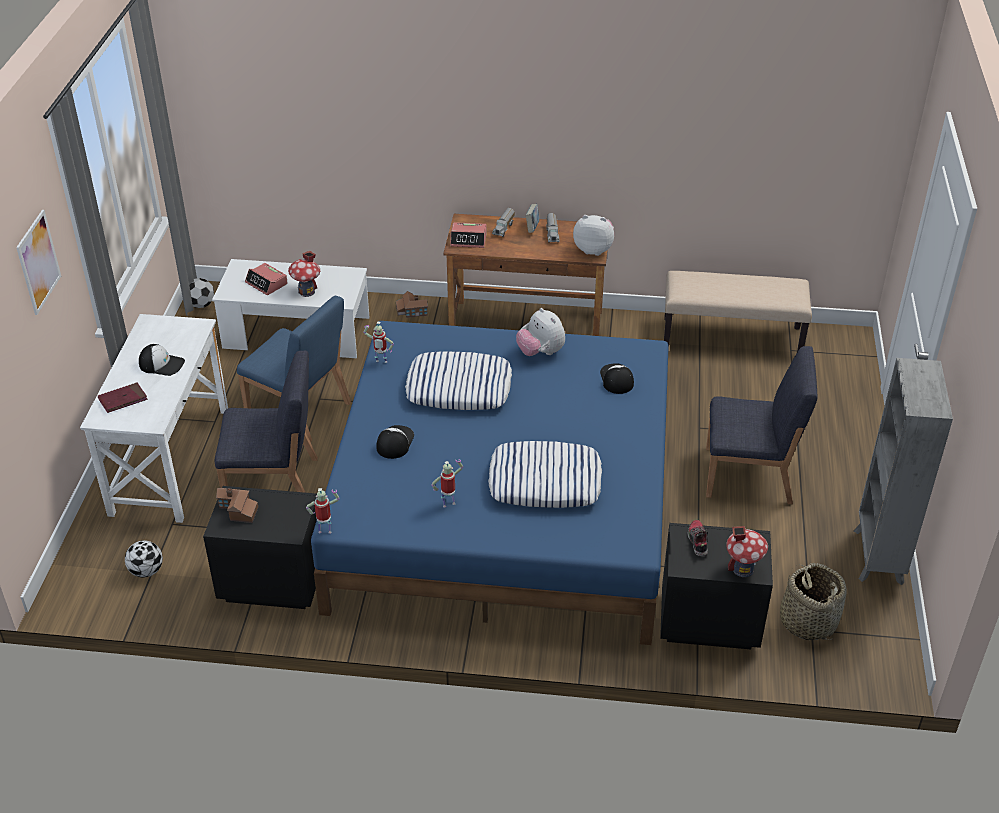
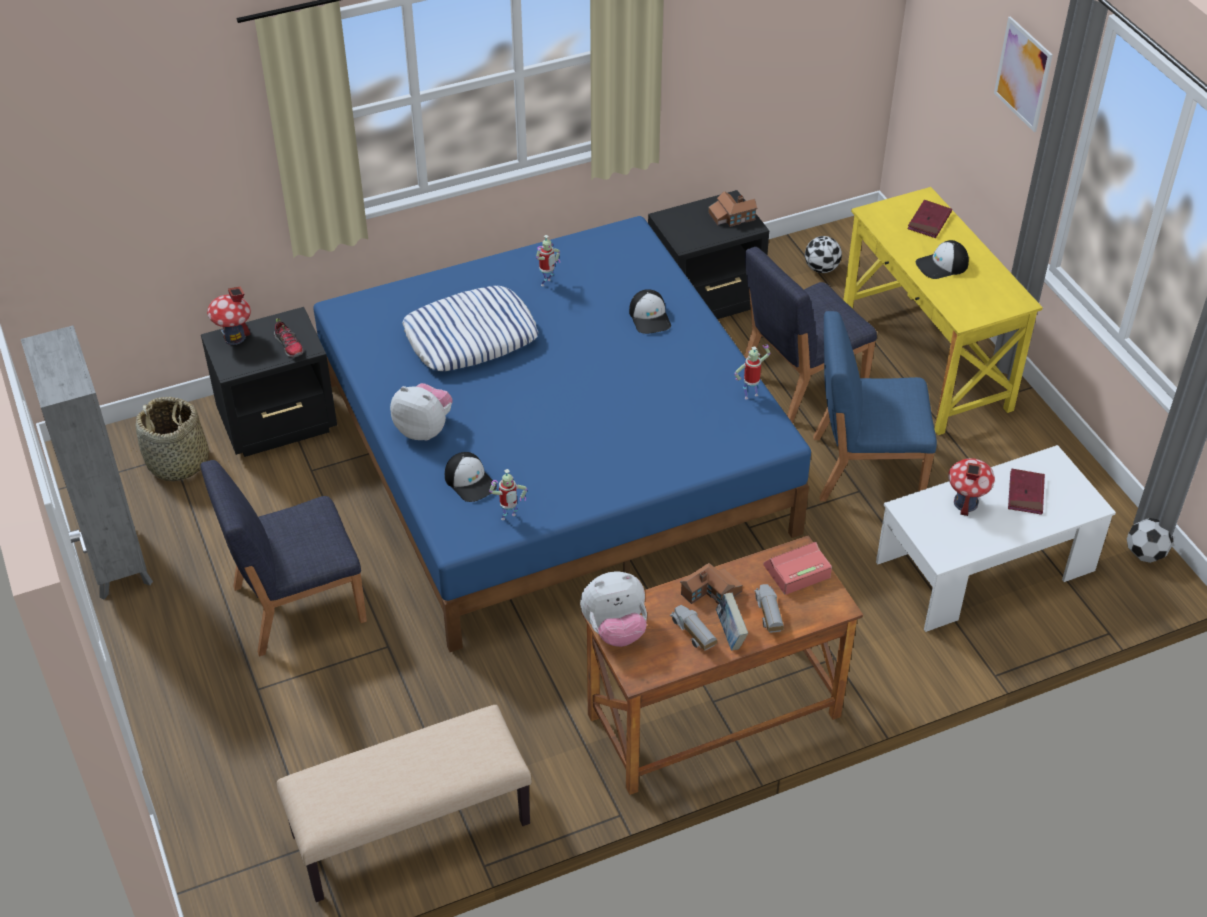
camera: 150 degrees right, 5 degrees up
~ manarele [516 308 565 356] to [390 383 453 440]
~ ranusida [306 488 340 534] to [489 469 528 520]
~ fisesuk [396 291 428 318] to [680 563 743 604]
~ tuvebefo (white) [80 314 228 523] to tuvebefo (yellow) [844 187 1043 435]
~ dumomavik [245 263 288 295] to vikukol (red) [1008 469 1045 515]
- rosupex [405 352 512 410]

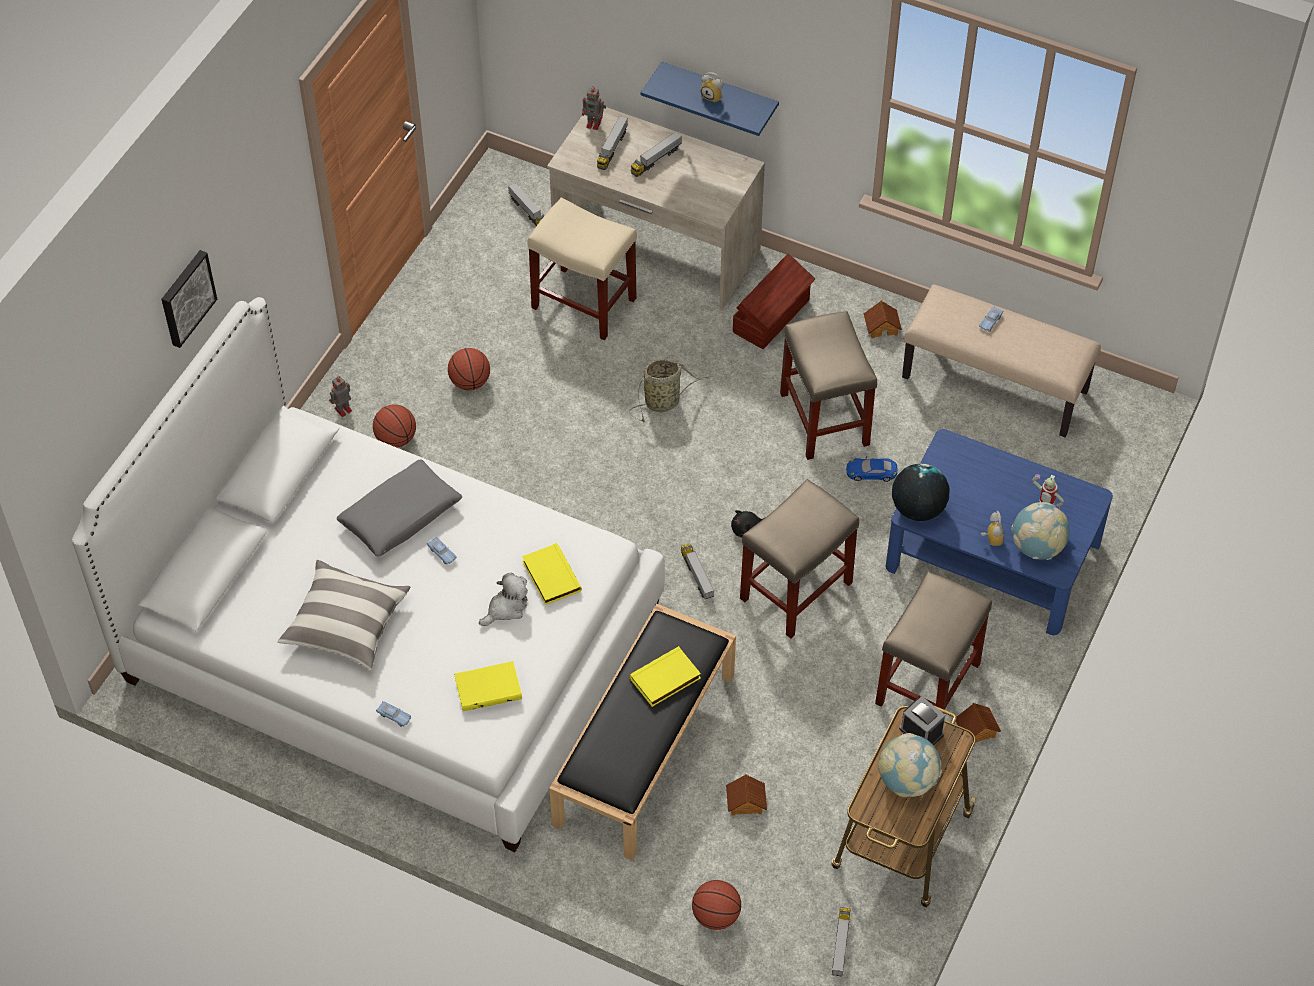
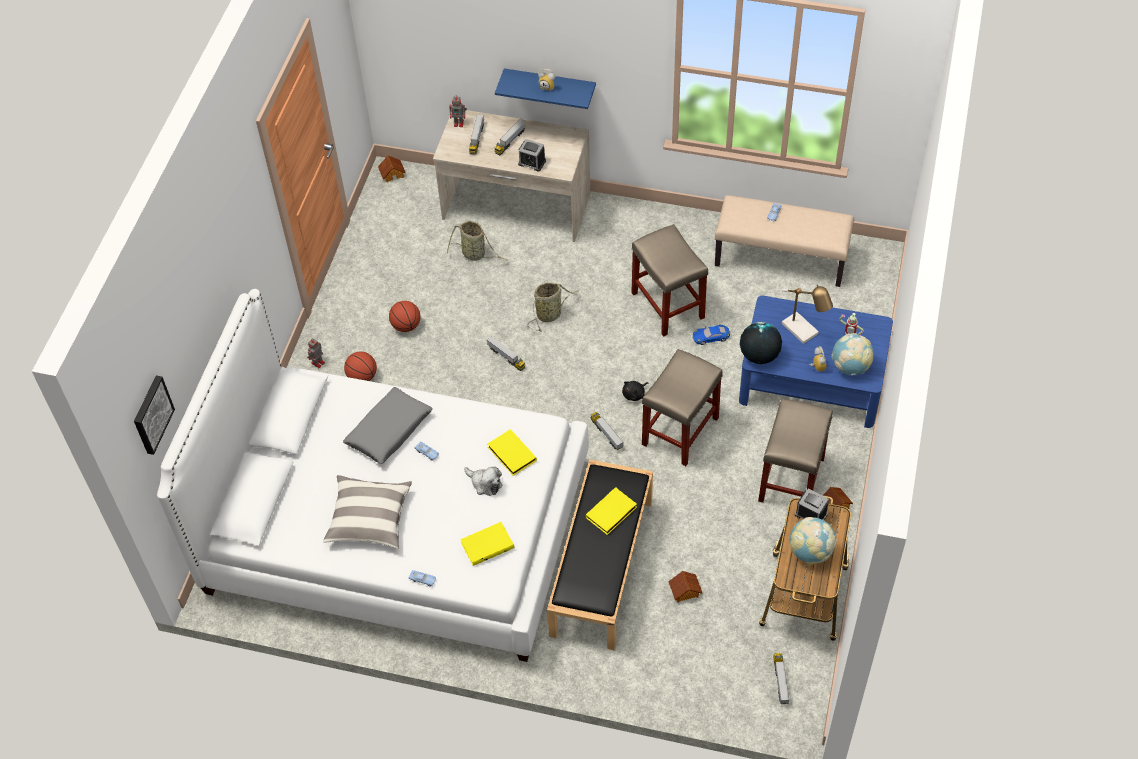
camera: 10 degrees left, 0 degrees up
~ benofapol [161 250 217 348] to [134 375 175 455]
~ fisesuk [864 300 902 338] to [378 155 406 182]
~ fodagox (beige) [527 198 637 340] to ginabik [447 221 508 261]
~ manarele [479 573 528 626] = [464 466 502 496] 90 degrees clockwise
~ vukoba [508 182 544 226] to [487 336 525 371]
+ dumomavik [518 139 546 172]
+ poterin [782 284 833 344]
- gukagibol [692 880 741 930]
- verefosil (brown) [733 253 815 349]

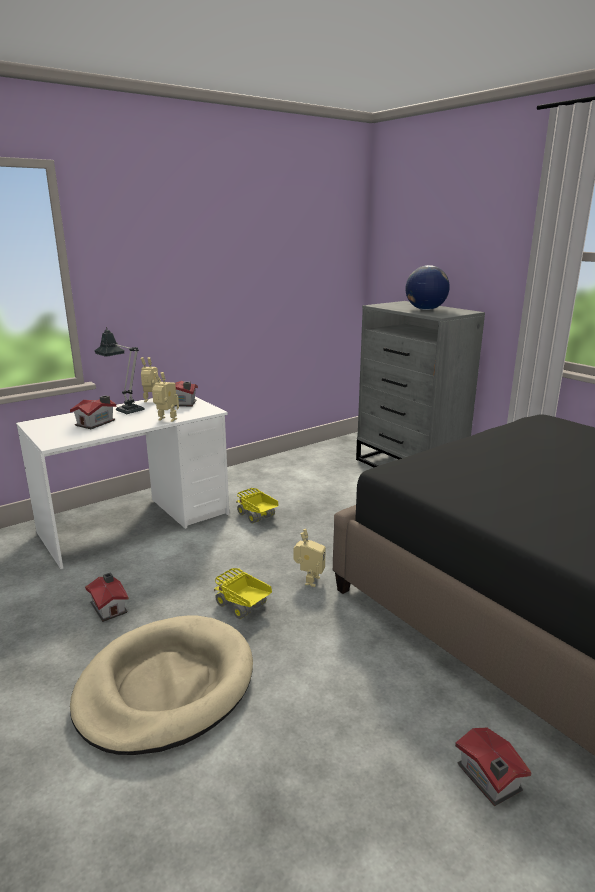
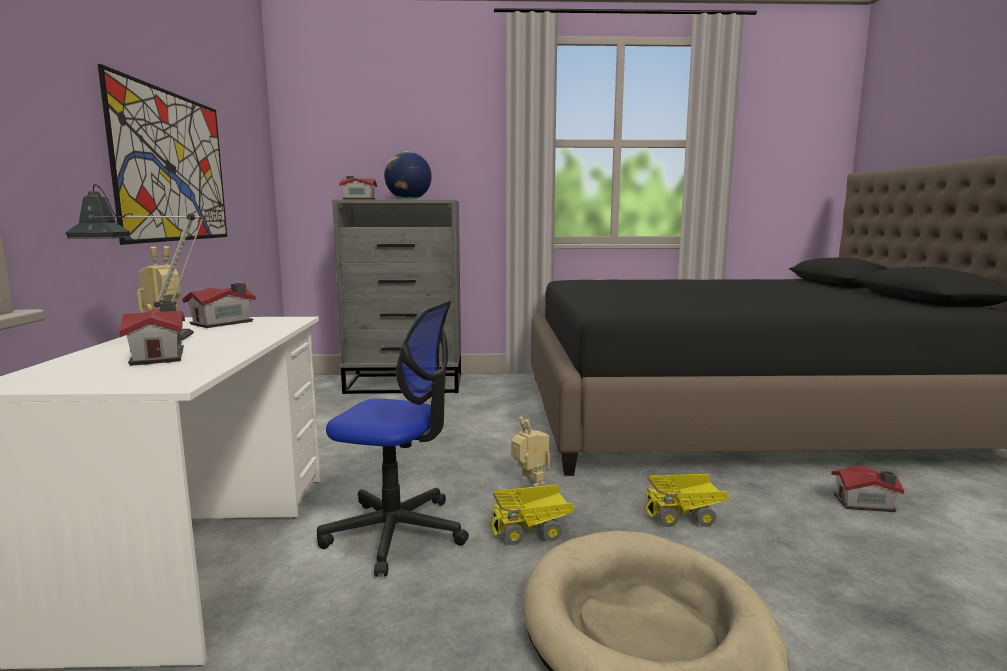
camera: 55 degrees left, 10 degrees down
+ benofapol [98 64 227 245]
+ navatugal [317 300 469 577]
~ fisesuk [85 572 129 622] to [339 176 377 199]
~ vukoba [236 488 279 523] to [643 474 728 527]
- ranusida [152 371 179 422]

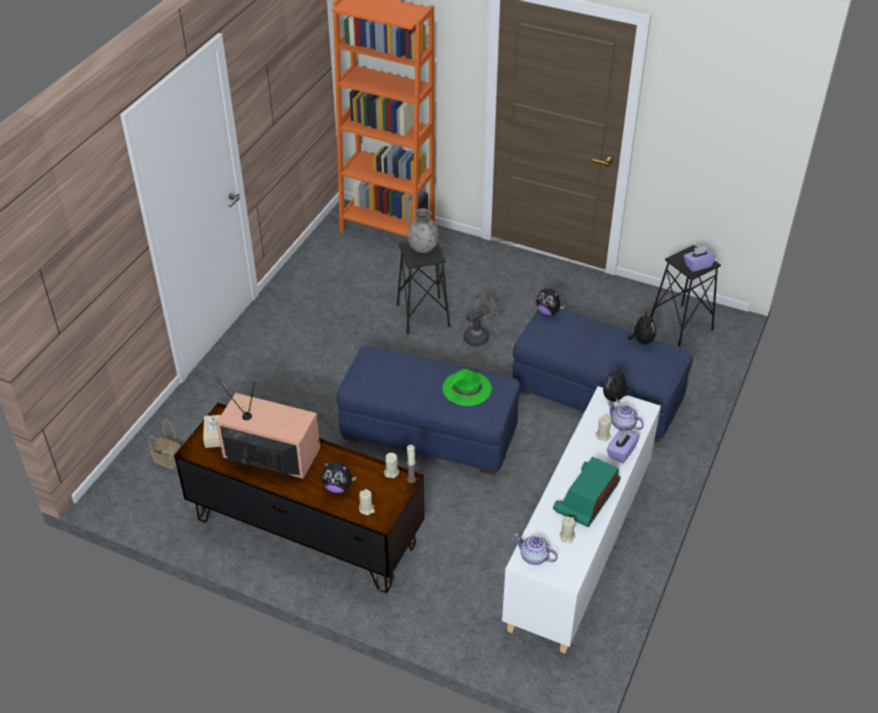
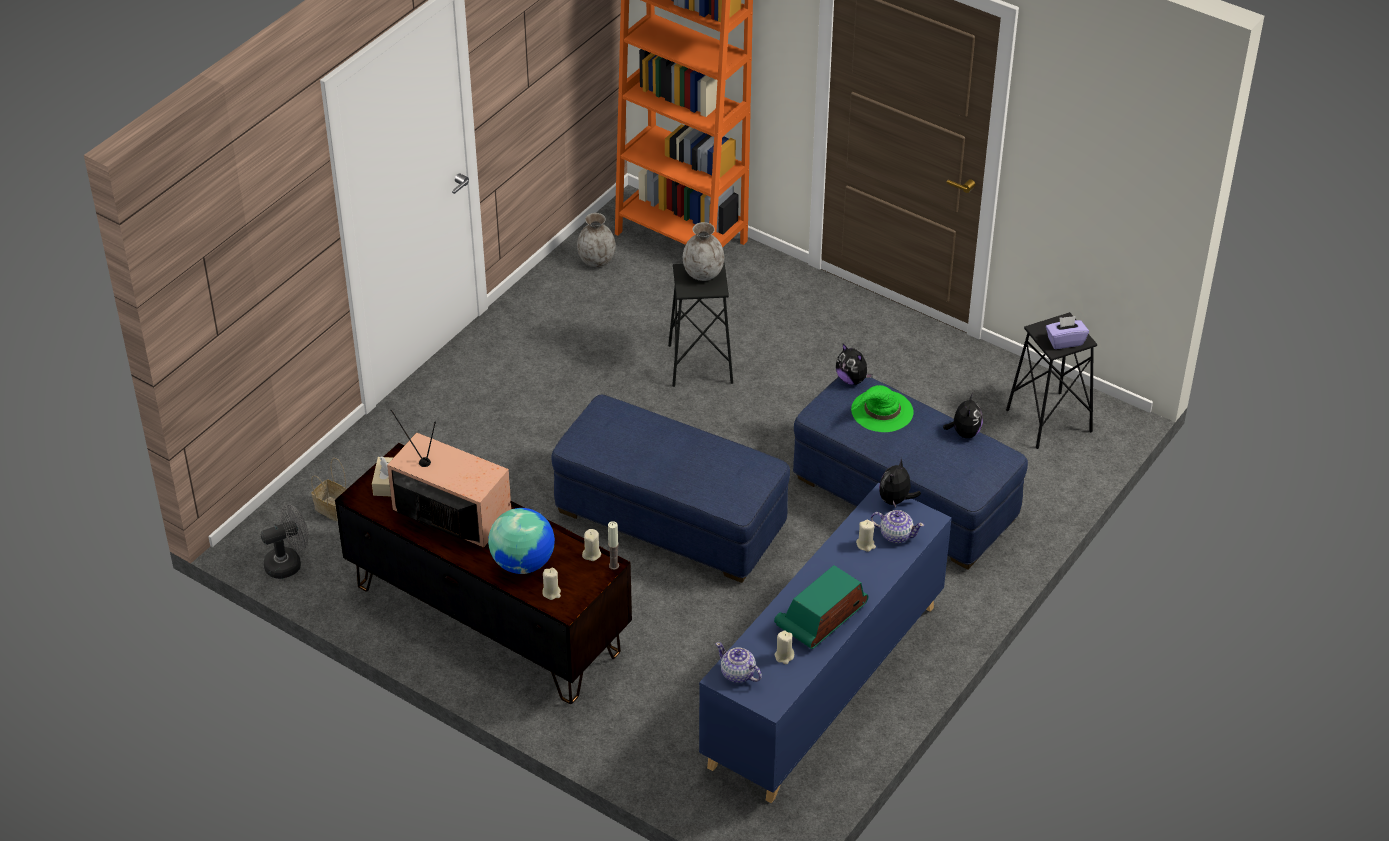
camera: 10 degrees right, 0 degrees up
~ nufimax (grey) [463 293 499 346] to [261 504 308 579]
~ manarele [322 462 357 493] to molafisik [488 508 555 574]
+ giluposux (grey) [577 213 616 267]
~ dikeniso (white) [502 386 661 653] to dikeniso (blue) [699 483 952 803]
~ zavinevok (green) [443 369 492 406] to [851 385 914 432]
~ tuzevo [607 401 644 431] = [870 510 924 543] 150 degrees clockwise
- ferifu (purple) [607 430 640 463]

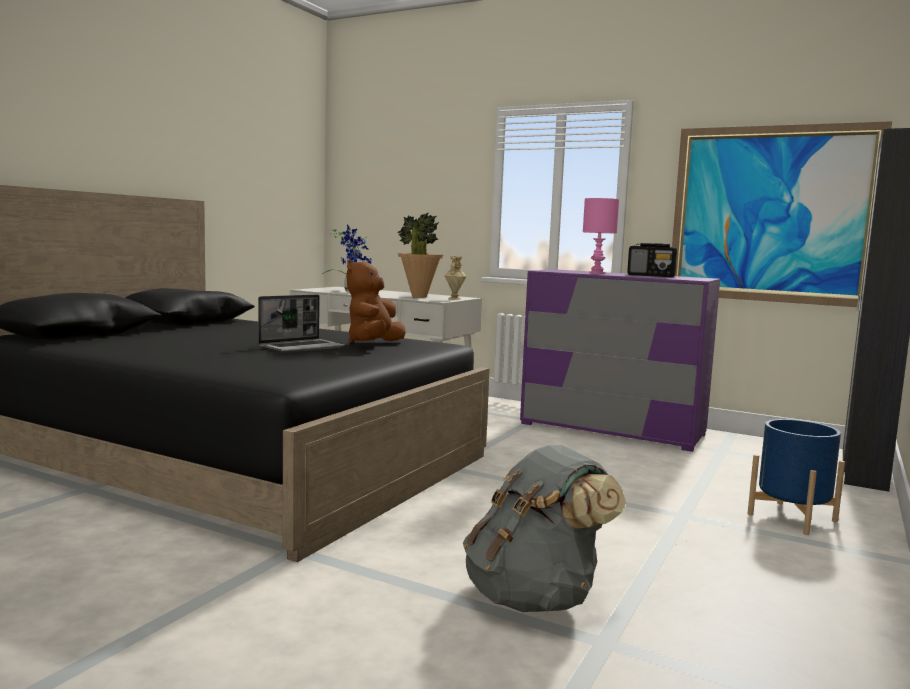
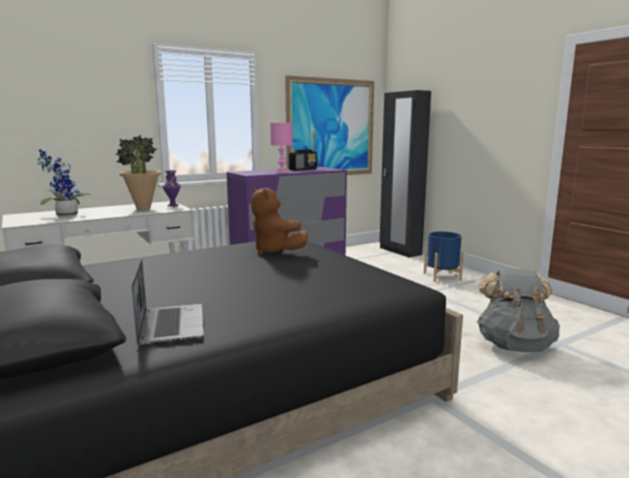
camera: 60 degrees left, 5 degrees up
~ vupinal [258 295 345 353] to [132 259 204 345]
~ giluposux (beige) [444 256 467 300] to giluposux (purple) [162 170 181 207]

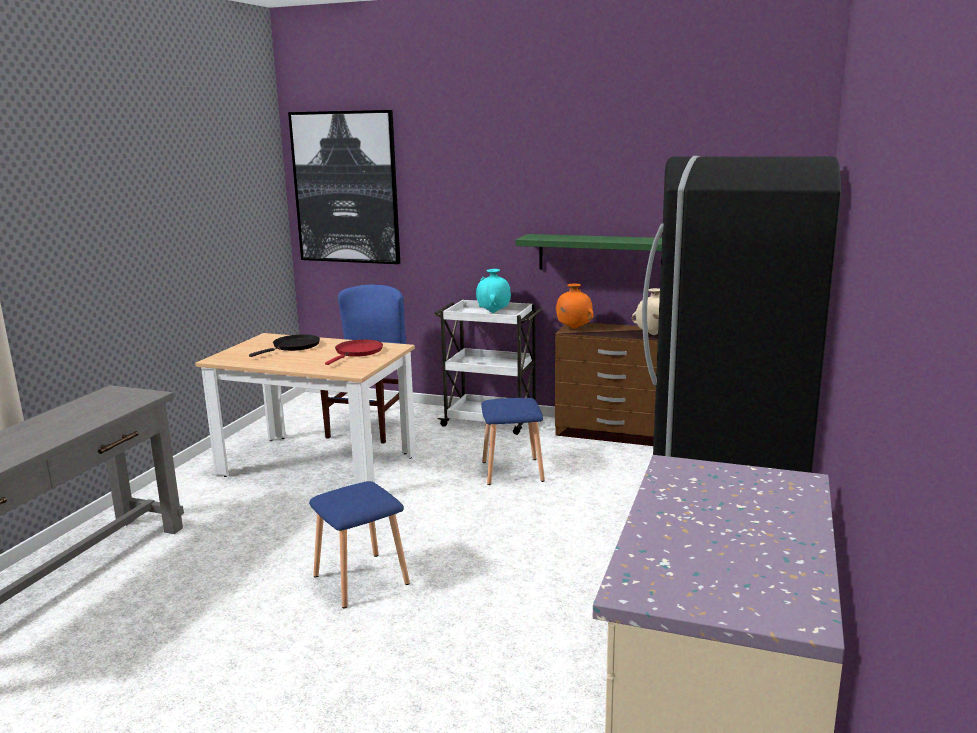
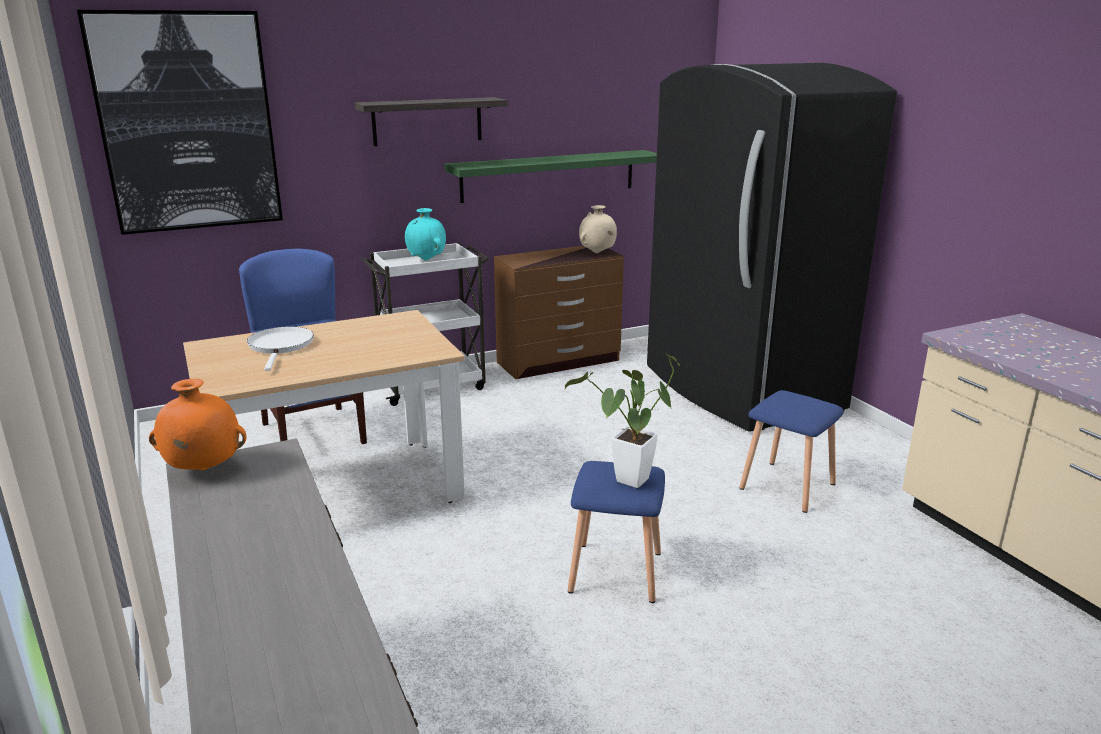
camera: 45 degrees left, 5 degrees up
~ giluposux (orange) [555 283 594 329] to [149 379 246 470]
~ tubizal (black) [249 334 320 357] to tubizal (white) [247 327 314 371]
+ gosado [354 97 508 146]
+ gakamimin [565 353 680 488]
~ fodagox (blue) [481 398 545 485] to [740 390 844 513]
- tubizal (red) [325 340 383 365]

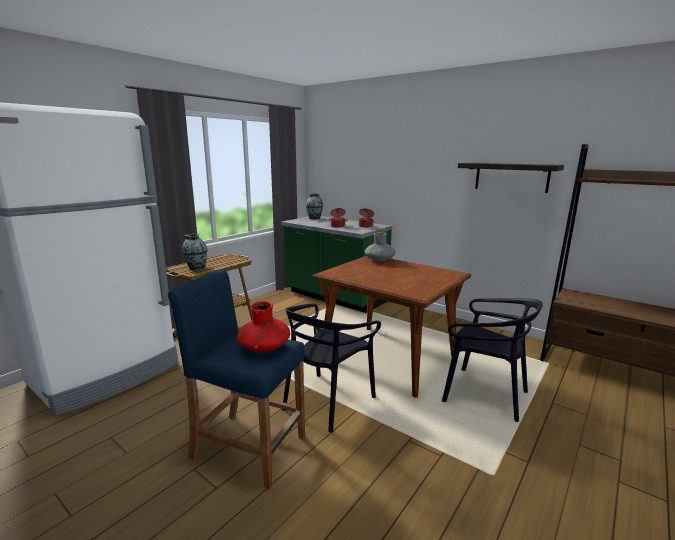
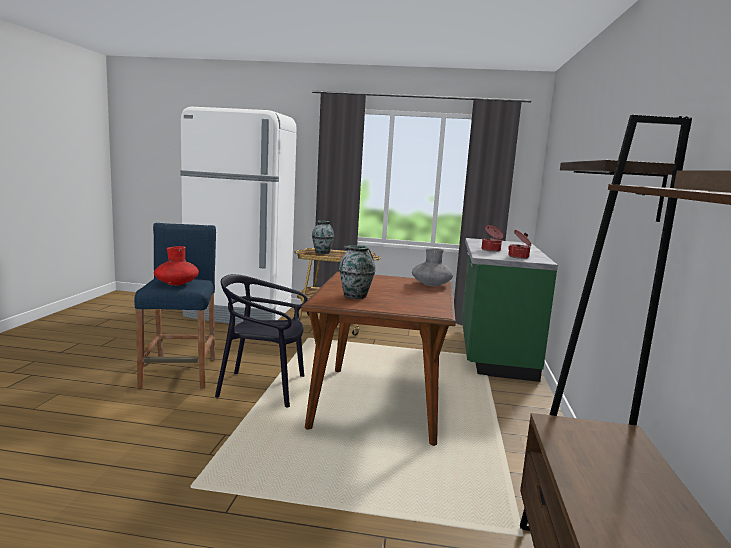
camera: 60 degrees right, 5 degrees down
~ giluposux [306 194 323 220] to [339 245 375 299]
- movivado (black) [442 298 543 422]

